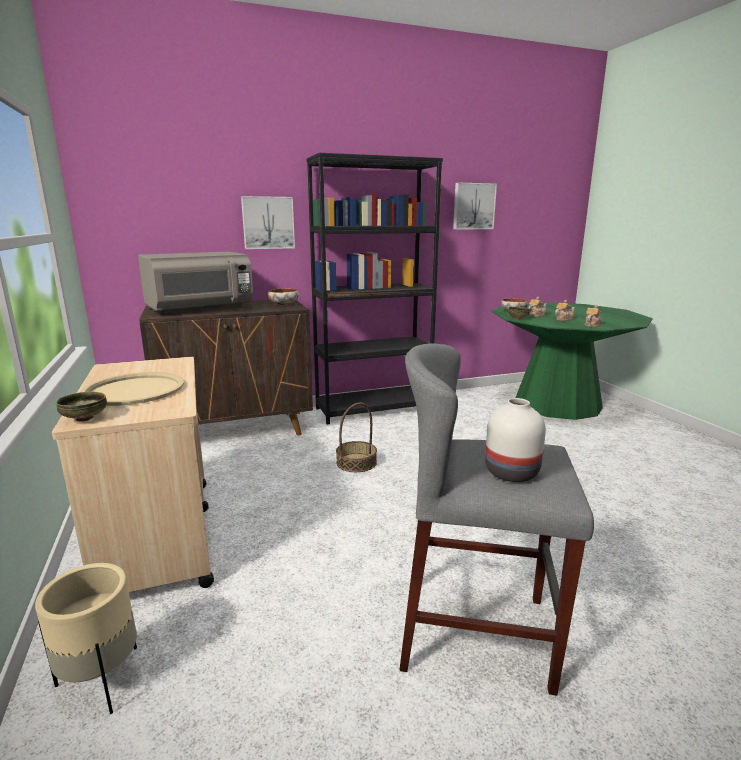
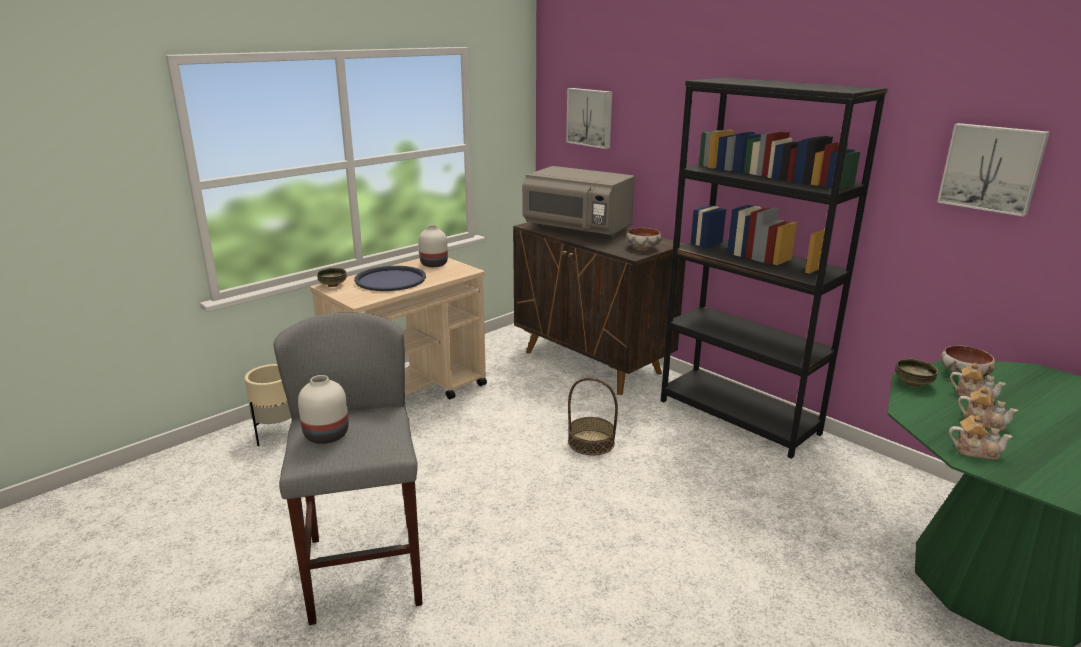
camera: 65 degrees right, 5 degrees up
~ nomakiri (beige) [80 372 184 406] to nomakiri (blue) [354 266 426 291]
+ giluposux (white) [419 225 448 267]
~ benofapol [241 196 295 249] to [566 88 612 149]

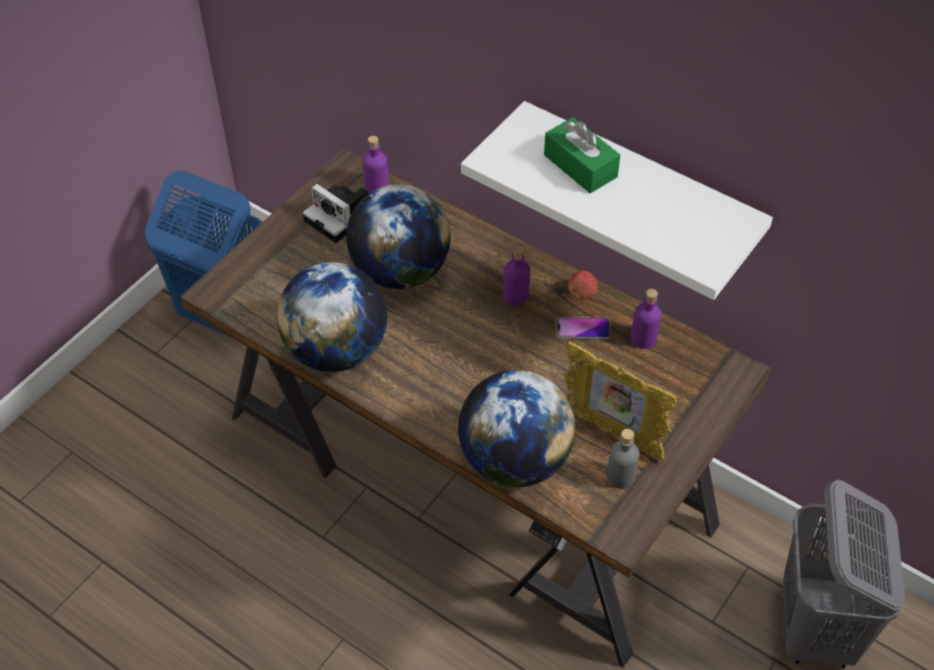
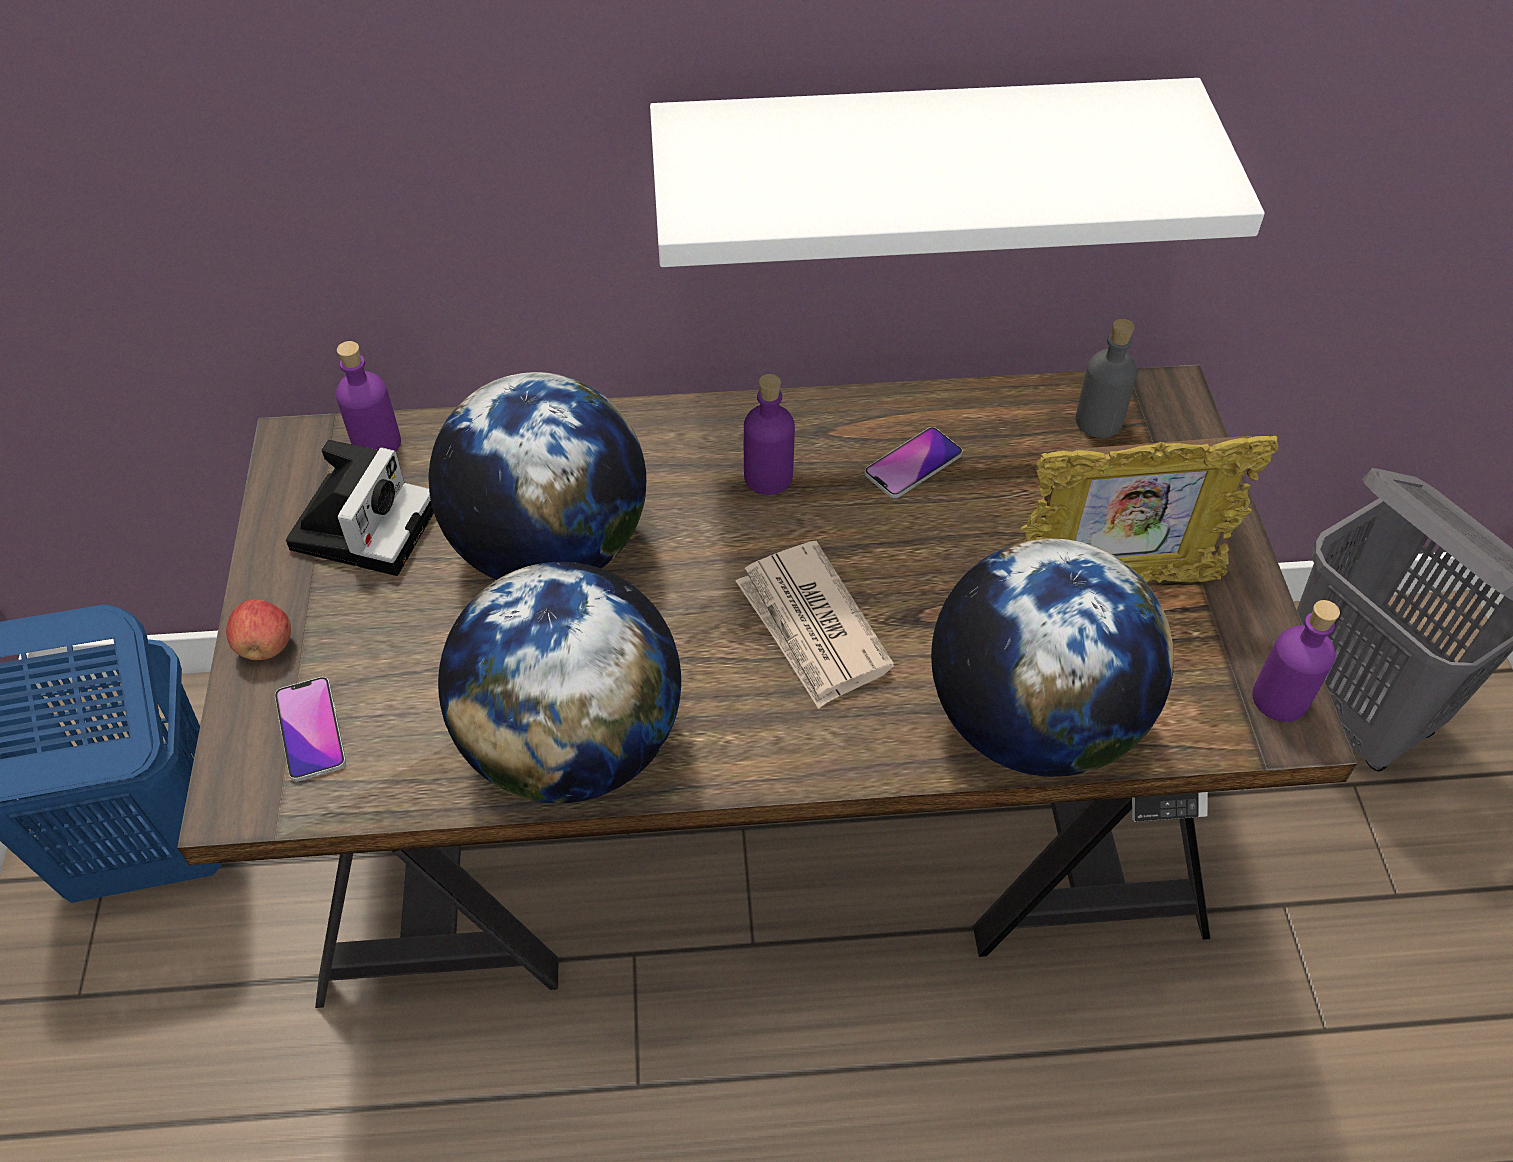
camera: 40 degrees left, 0 degrees up
~ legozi [568 270 598 300] to [226 600 291 660]
+ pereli [275 677 346 781]
~ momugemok [303 184 368 243] = [286 440 434 576] 75 degrees counterclockwise
+ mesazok [736 541 894 709]
~ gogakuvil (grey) [607 429 639 489] to [1076 319 1137 438]
~ gogakuvil (purple) [630 289 662 349] to [1252 600 1340 722]
- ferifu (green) [544 117 620 193]

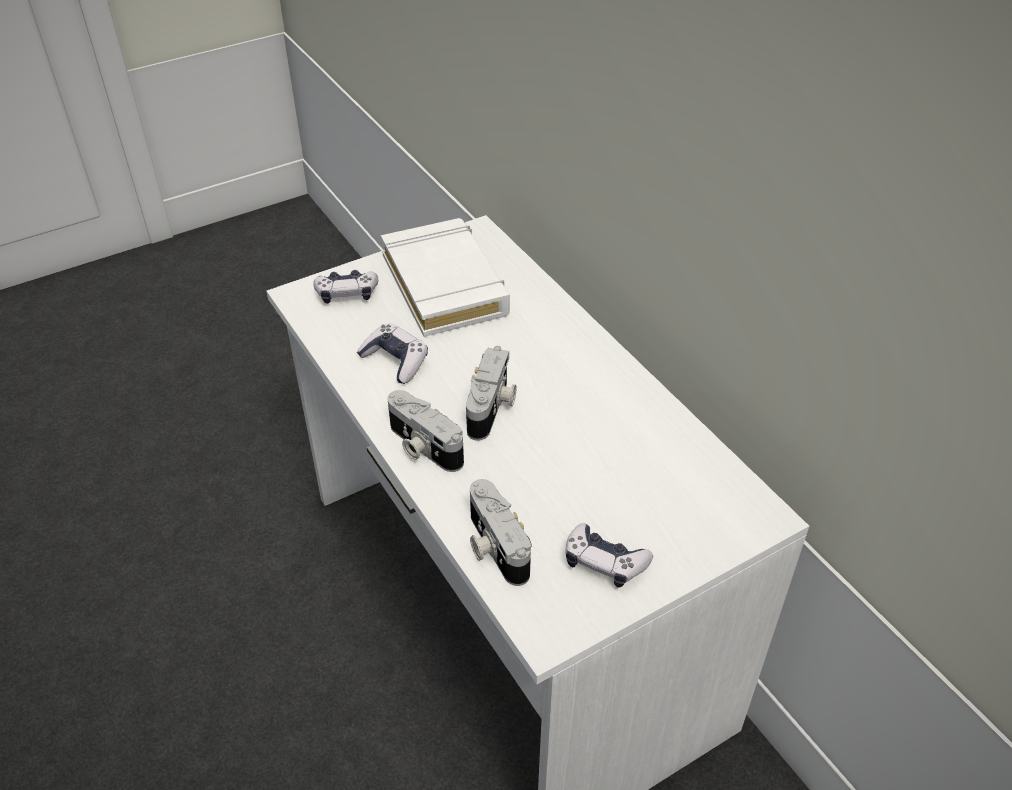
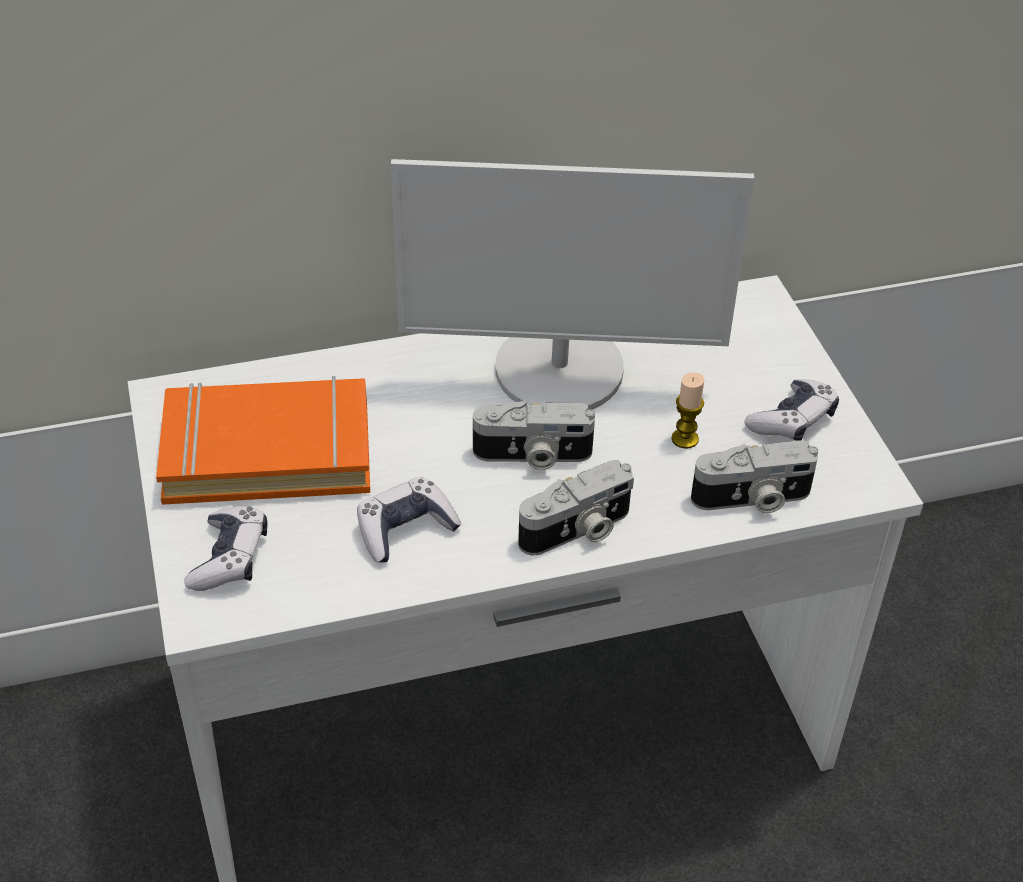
camera: 75 degrees left, 0 degrees up
~ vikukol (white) [381 218 510 337] to vikukol (orange) [156 376 370 505]
+ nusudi [391 159 754 410]
~ momugemok [466 346 517 441] = [473 400 595 470] 150 degrees clockwise
+ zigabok [672 372 705 449]

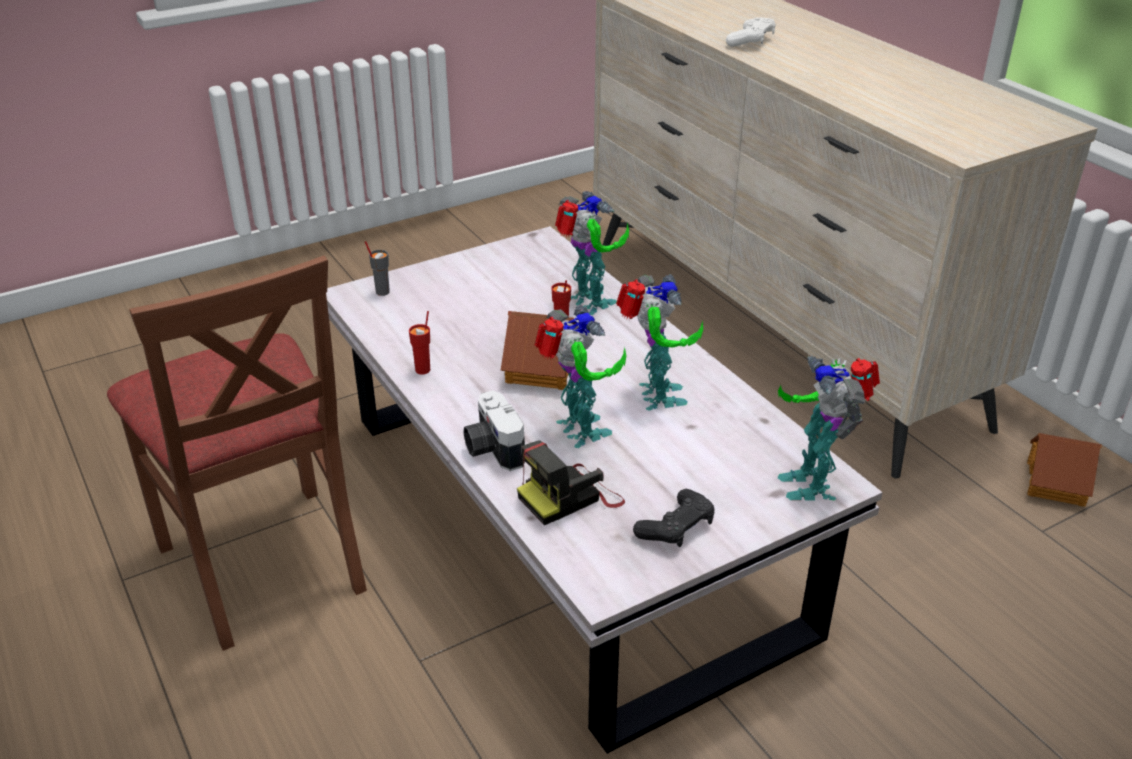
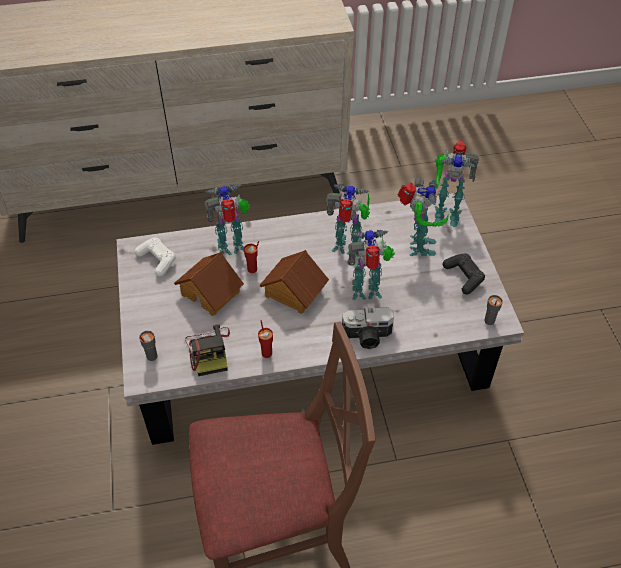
camera: 70 degrees left, 15 degrees up
~ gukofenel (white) [726 17 776 47] to [135 237 176 277]
~ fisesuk [1027 433 1102 507] to [174 252 244 316]
~ momugemok [517 441 625 525] to [185 324 230 376]
+ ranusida [398 178 449 256]
+ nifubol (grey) [484 295 503 325]

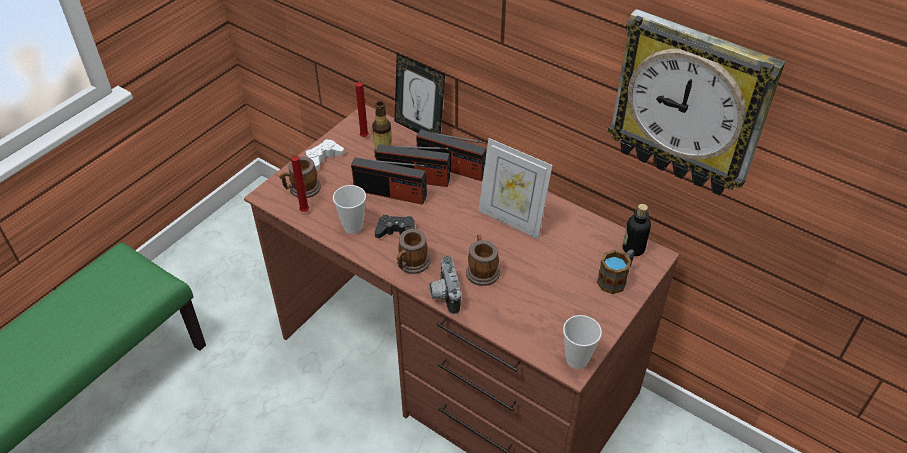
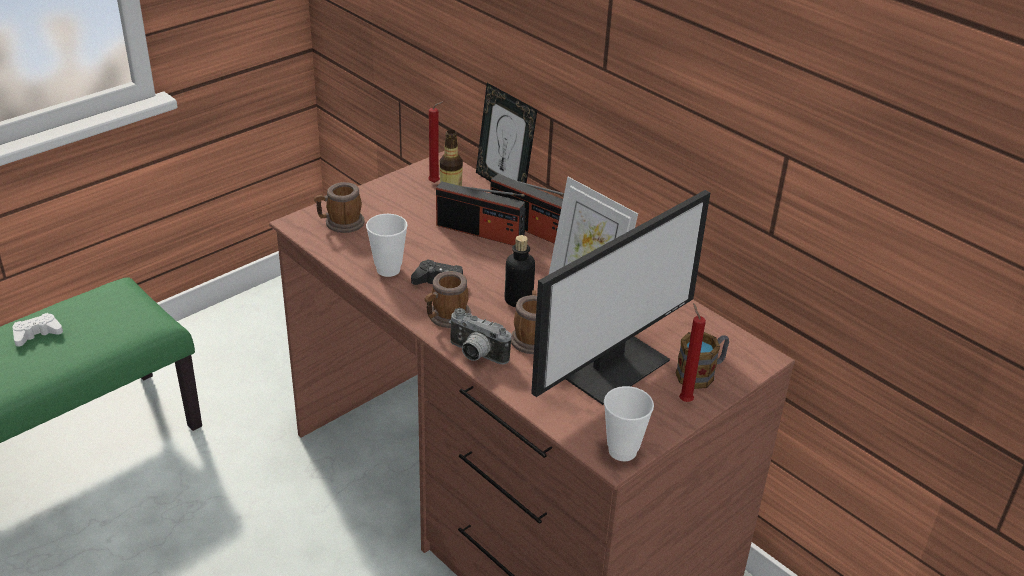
camera: 10 degrees right, 10 degrees down
~ gukofenel (white) [306 139 344 170] to [12 313 63 347]
~ momugemok [430 256 461 314] = [449 308 512 364] 60 degrees counterclockwise
~ gogakuvil [623 204 651 256] to [505 235 535 307]
+ nusudi [531 190 711 405]
~ zigabok (red) [289 147 309 212] to [679 303 706 402]
- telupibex [351 157 427 205]
- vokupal [608 9 785 196]

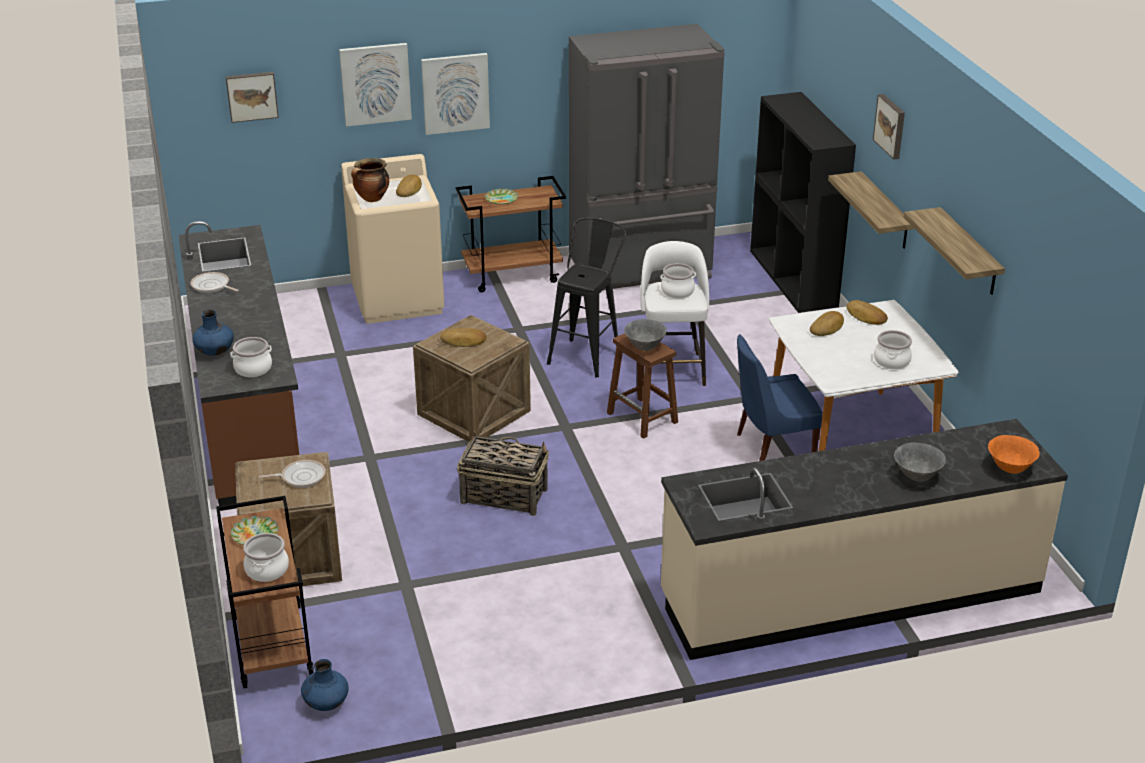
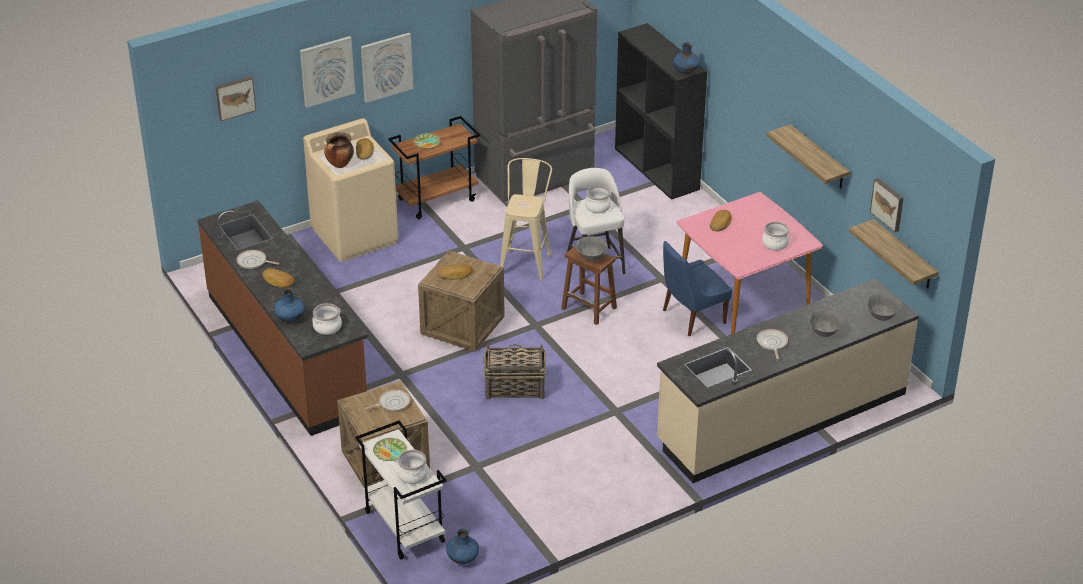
camera: 15 degrees left, 5 degrees up
~ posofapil [847 300 888 325] to [262 268 295 288]
~ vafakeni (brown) [216 496 314 688] to vafakeni (white) [355 421 446 560]
~ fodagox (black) [547 218 626 378] to fodagox (beige) [500 158 552 280]
+ giluposux (blue) [673 42 700 74]
~ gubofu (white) [769 300 959 451] to gubofu (pink) [676 192 823 334]
+ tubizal [757 329 788 359]
~ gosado [828 171 914 248] to [849 219 939 289]
~ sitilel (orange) [988 435 1040 474] to sitilel (grey) [866 294 901 321]
~ benofapol [873 94 905 159] to [870 178 903 232]

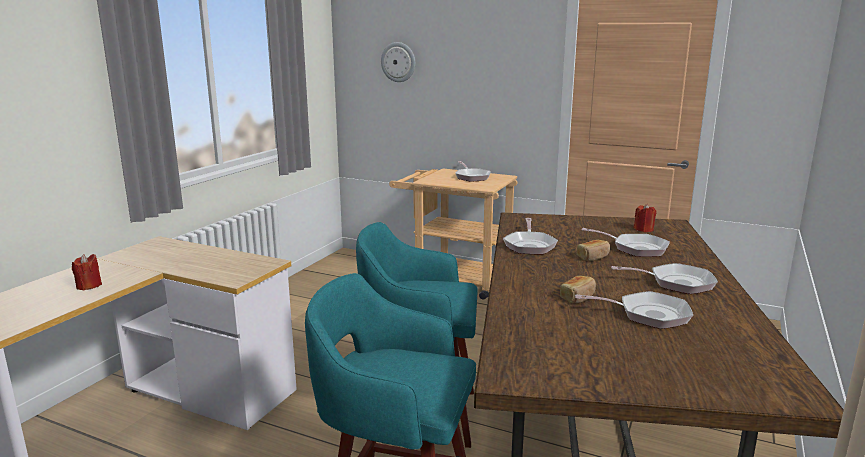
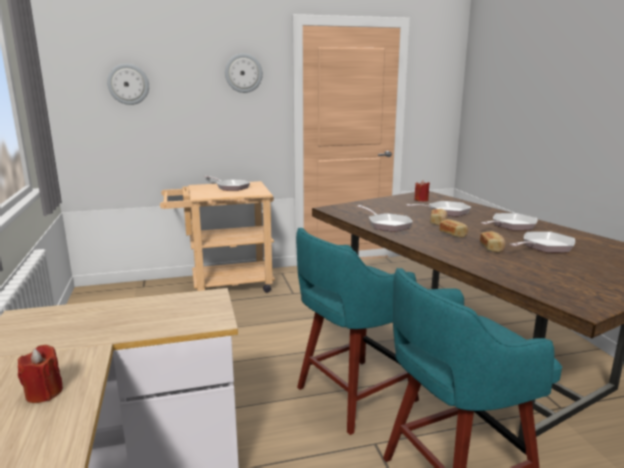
camera: 40 degrees left, 0 degrees up
+ vokupal [225 53 263 93]
+ posofapil [439 219 468 238]

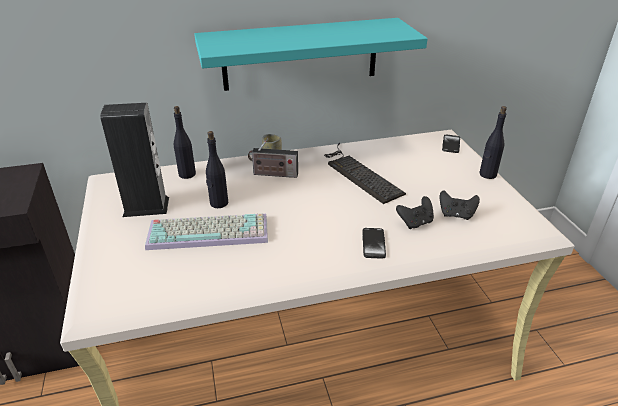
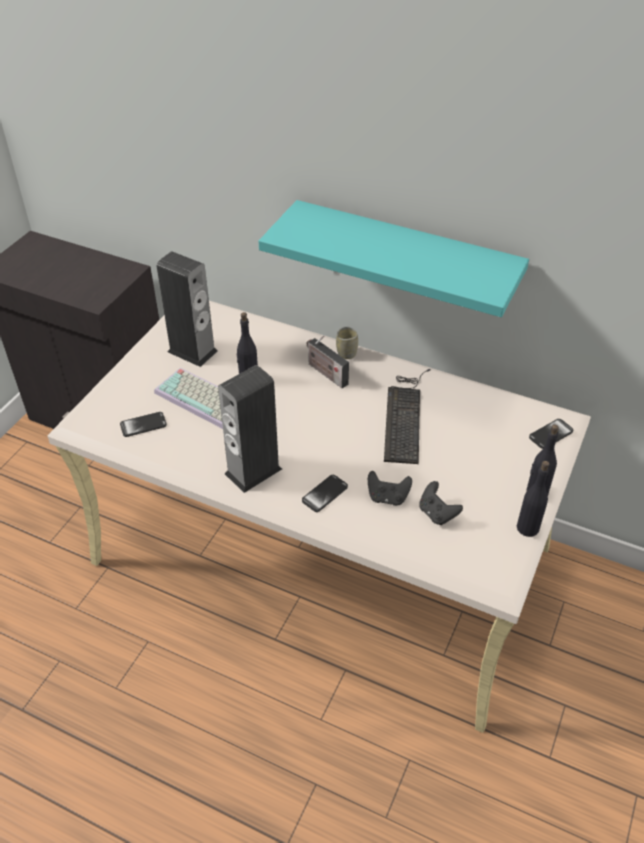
camera: 40 degrees right, 10 degrees up
+ pereli [120 412 167 437]
+ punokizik [218 365 282 493]
~ gogakuvil (black) [174 106 196 179] to [517 461 549 537]

